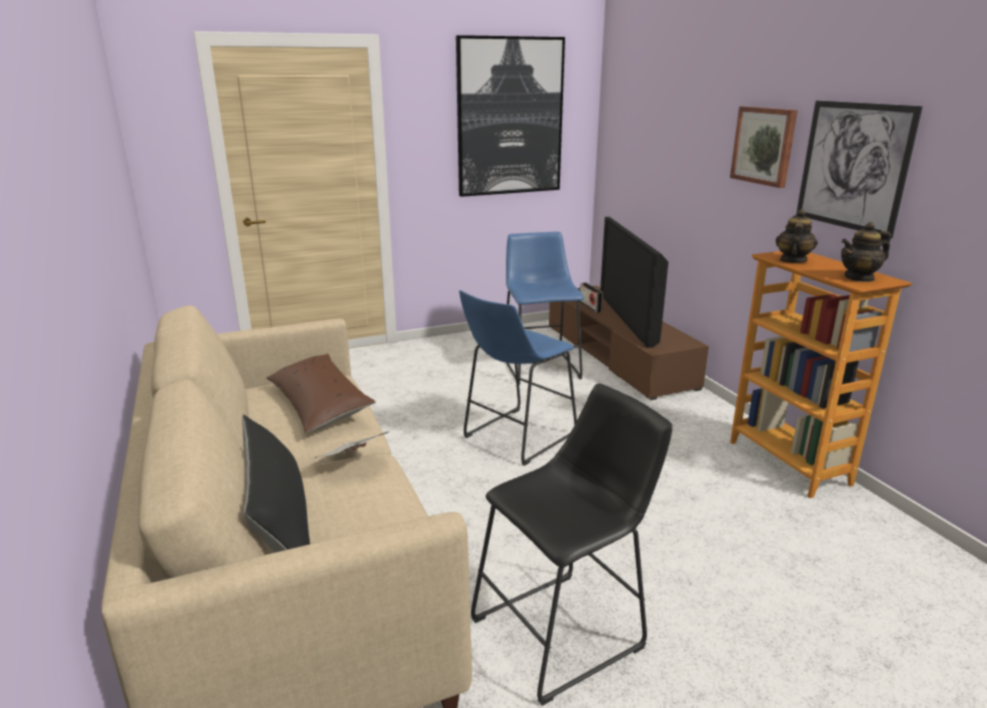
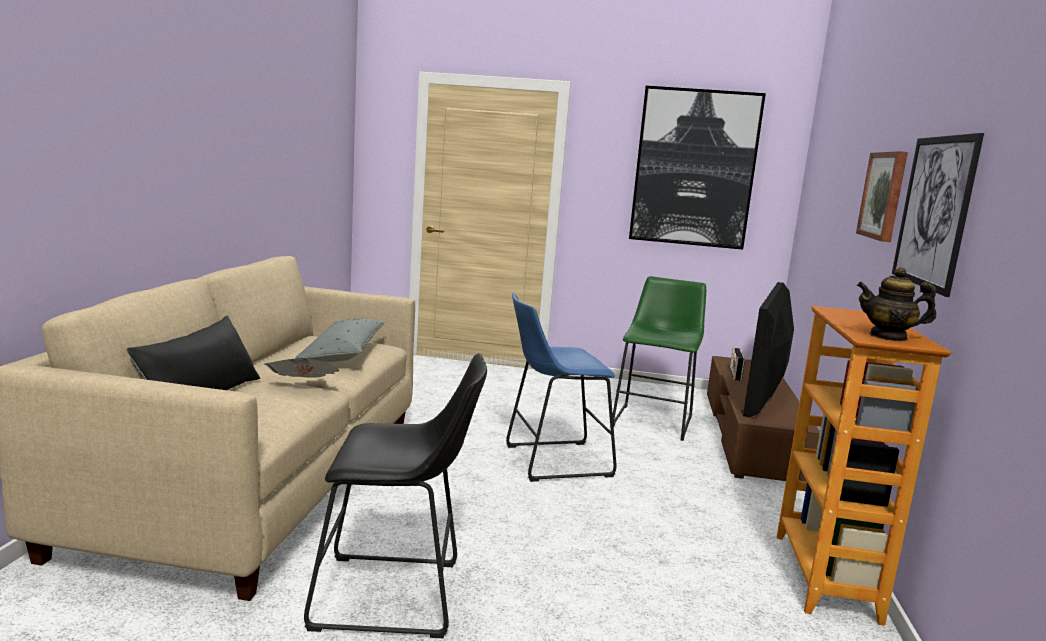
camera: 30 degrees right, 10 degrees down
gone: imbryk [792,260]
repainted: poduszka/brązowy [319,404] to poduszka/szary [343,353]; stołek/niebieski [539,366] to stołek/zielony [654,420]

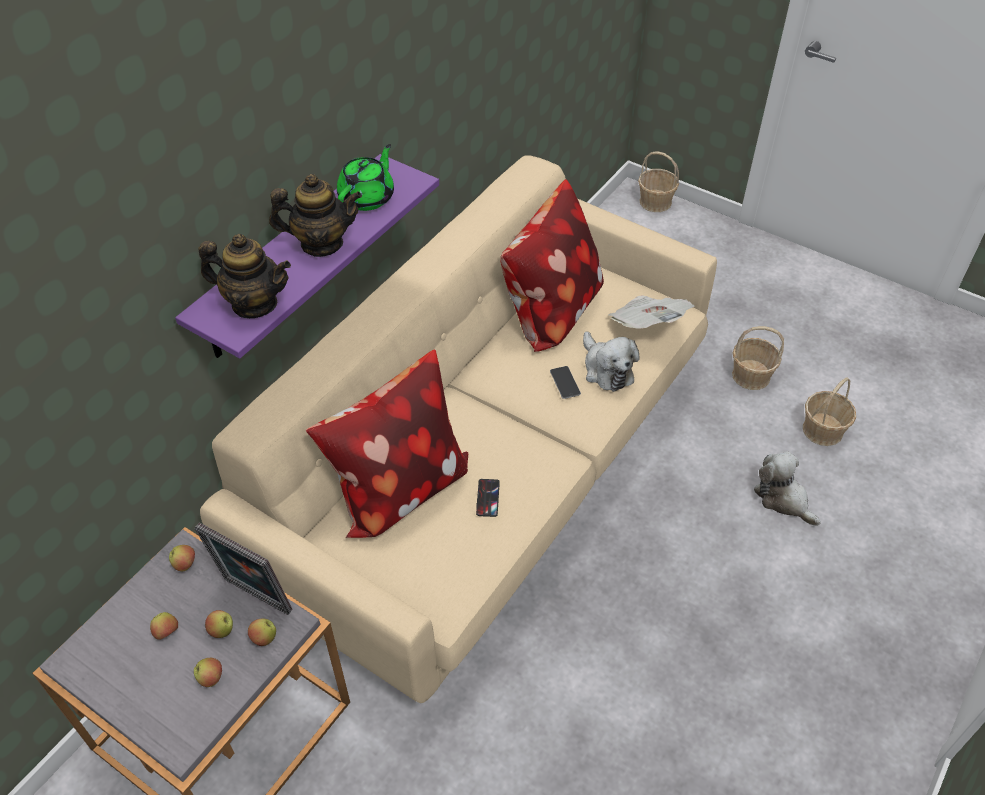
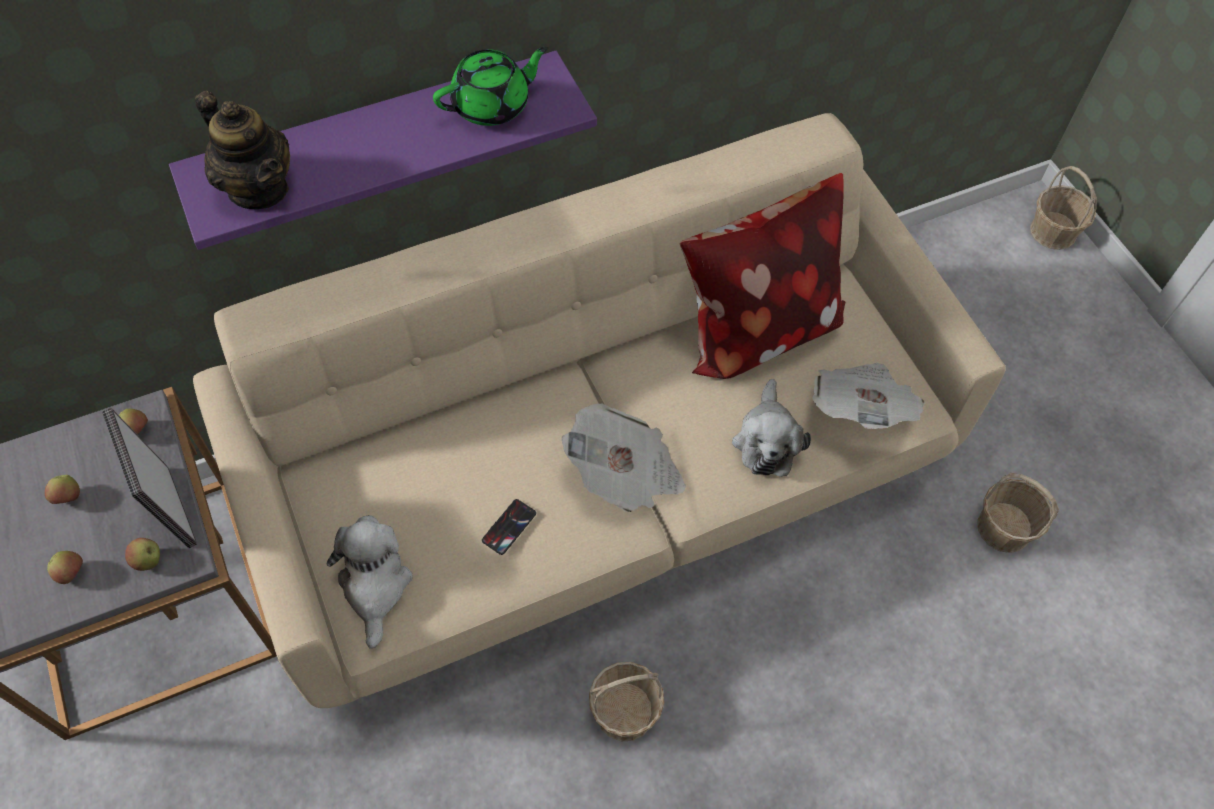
camera: 30 degrees right, 10 degrees up
gone: jabłko [222,630]; imbryk [321,244]; poduszka [398,488]; telefon [565,382]
new: gazeta [625,474]
shifted: pluszak [783,499] to [374,585]; koszyk [823,430] to [625,712]

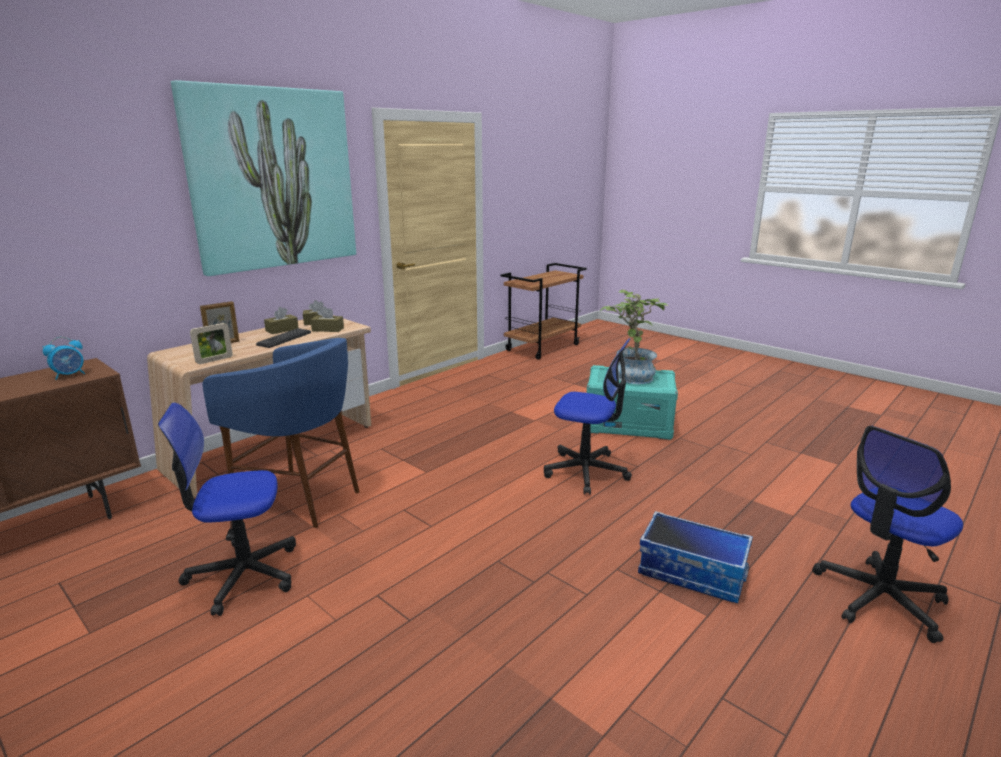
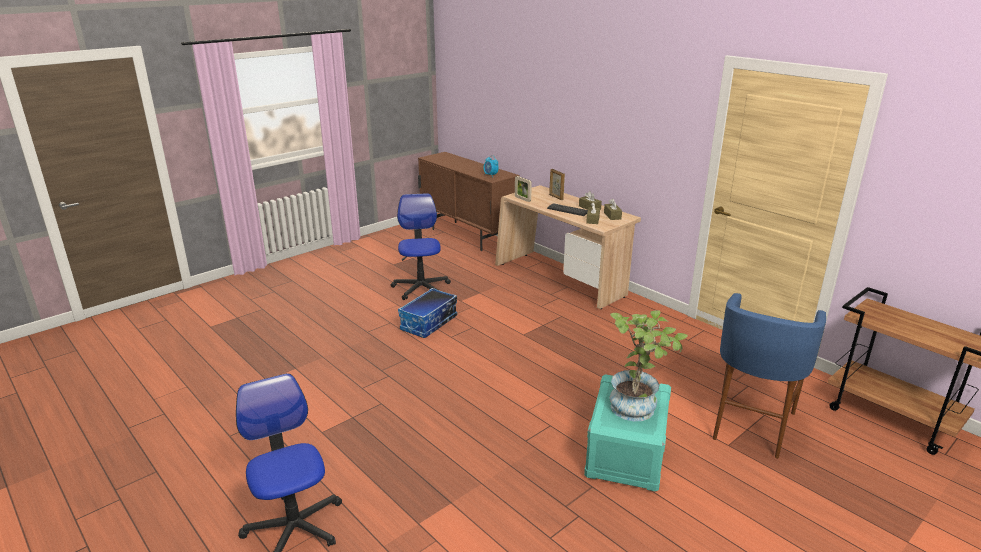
camera: 95 degrees right, 5 degrees up
gone: obraz [272,179]; krzesło biurowe [586,471]
shifted: stołek/niebieski [300,499] to [751,425]; pojemnik do przechowywania [692,573] to [429,323]

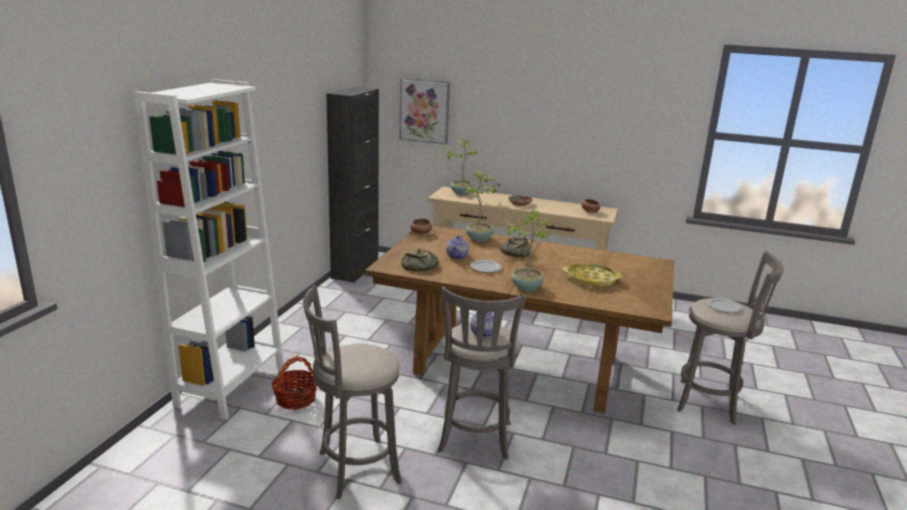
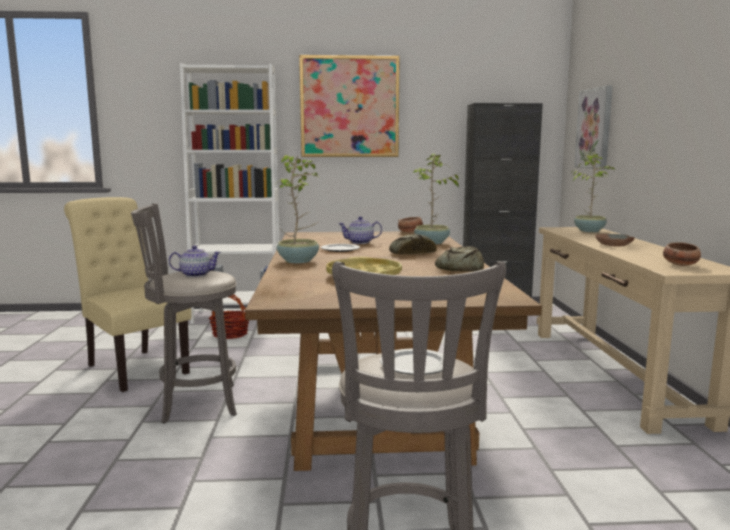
camera: 70 degrees right, 10 degrees down
new: obraz [349,107]
shifted: chleb [419,266] to [459,268]
swapped: stołek/szary [354,469] to krzesło/beżowy [133,367]

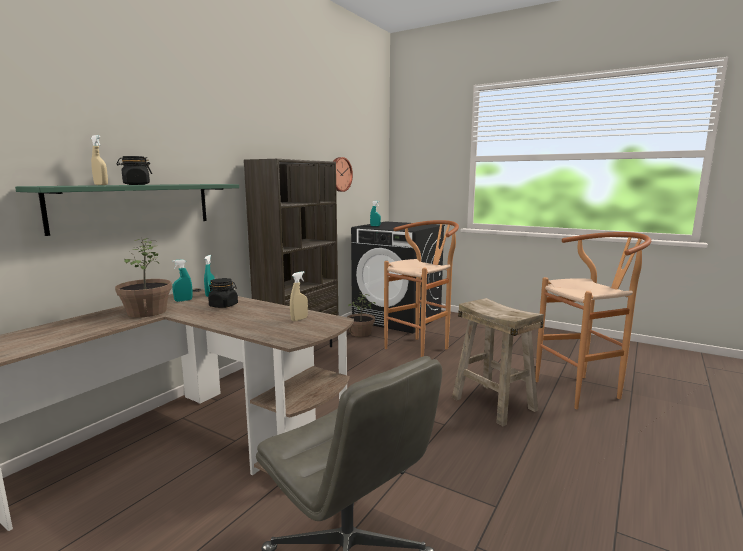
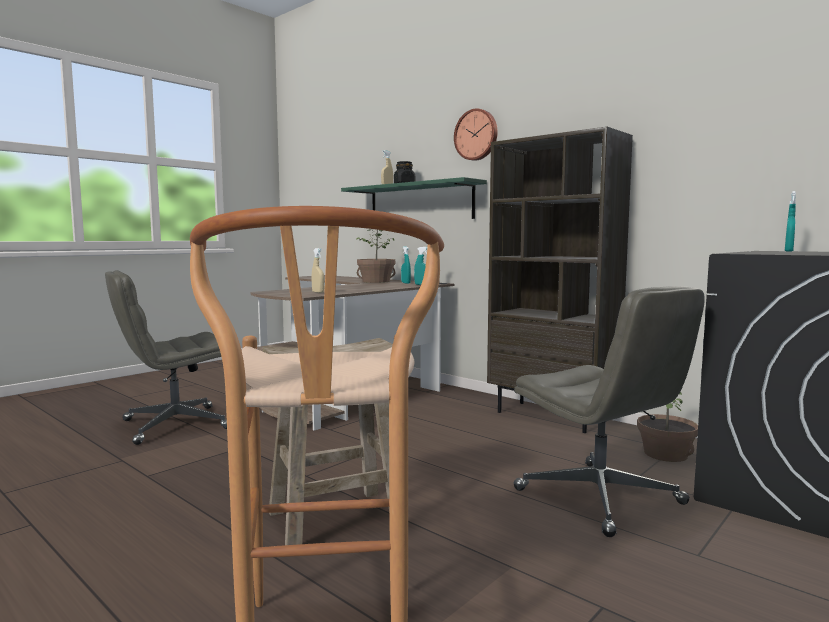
camera: 100 degrees right, 5 degrees down
gone: słoik/czarny [224,305]
shifted: zegar ścienny [339,174] to [476,135]
swapped: stołek/brązowy [421,347] to krzesło biurowe/szary [600,497]

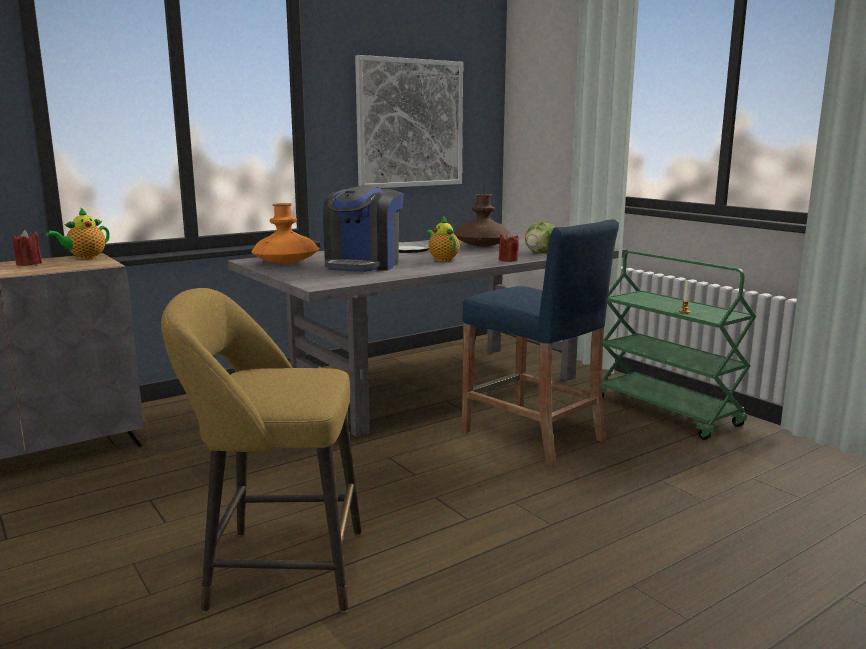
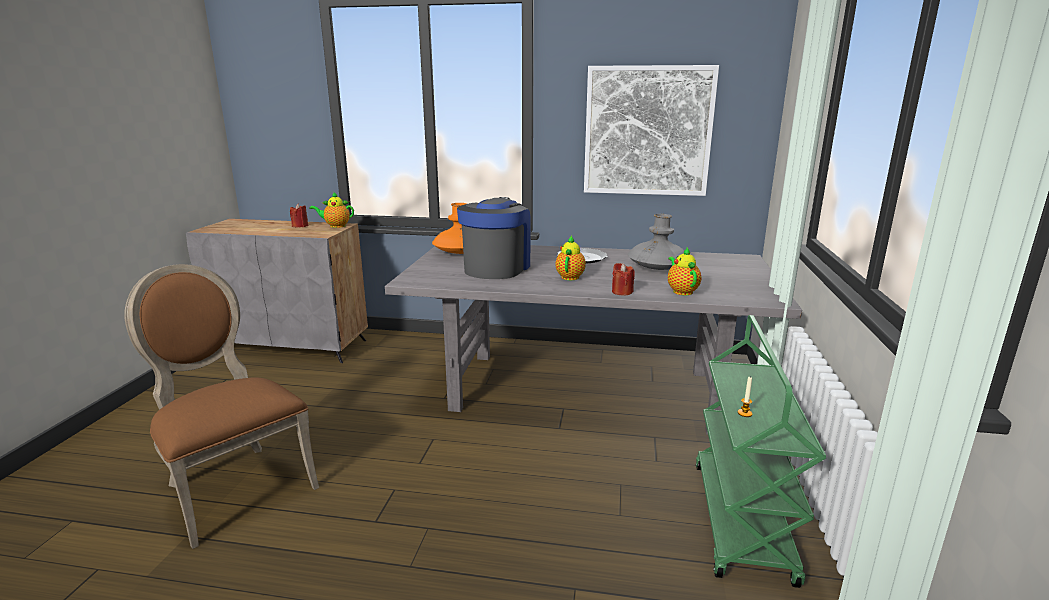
camera: 45 degrees right, 5 degrees up
gone: stołek/niebieski [532,436]
swapped: stołek/żółty [276,569] to krzesło/brązowy [235,486]; sałata [540,253] to imbryk [681,291]
repainted: wazon/brązowy [482,246] to wazon/szary [657,268]
rotated: ekspres do kawy [363,265] = [496,268] 135 degrees clockwise

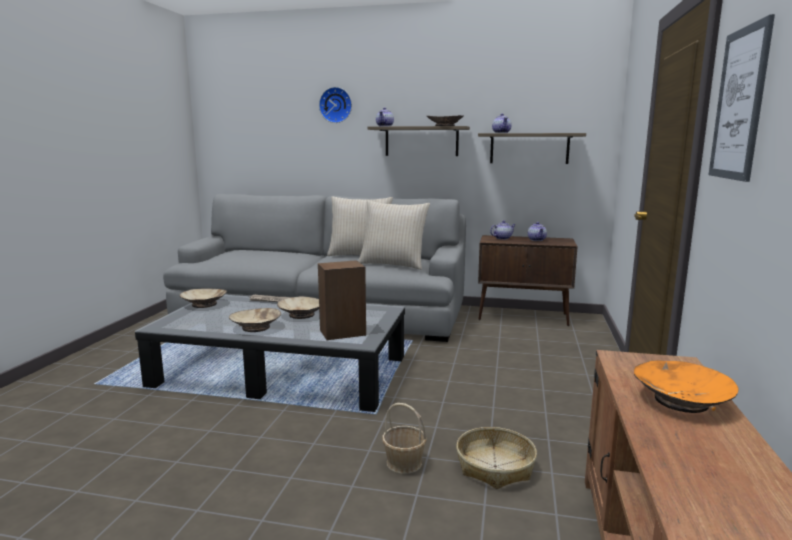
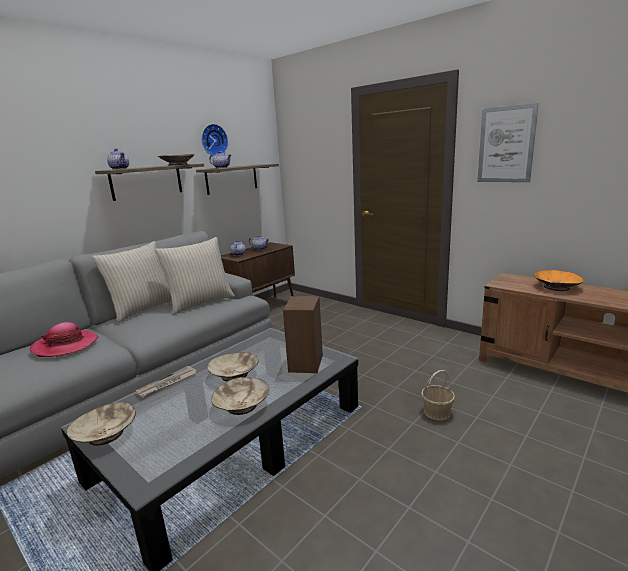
camera: 60 degrees left, 5 degrees up
gone: koszyk [495,467]
new: kapelusz [65,345]
shifted: zegar ścienny [336,105] to [213,140]

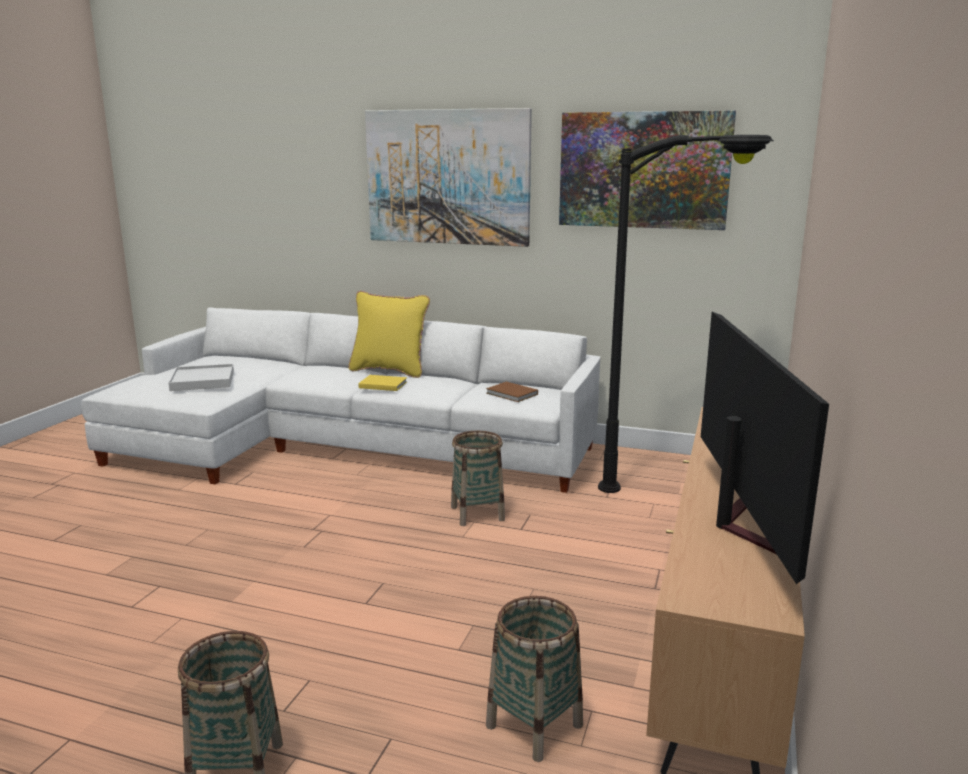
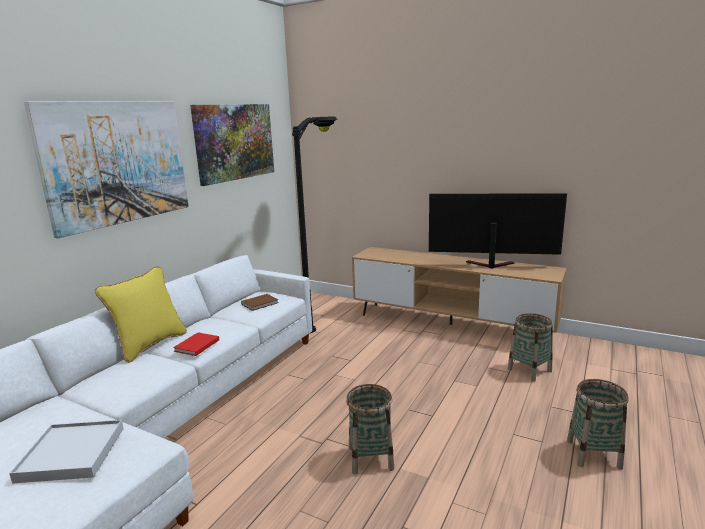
camera: 80 degrees left, 0 degrees up
shifted: koszyk [477,513] to [370,458]
repainted: książka/żółty [382,385] to książka/czerwony [195,346]

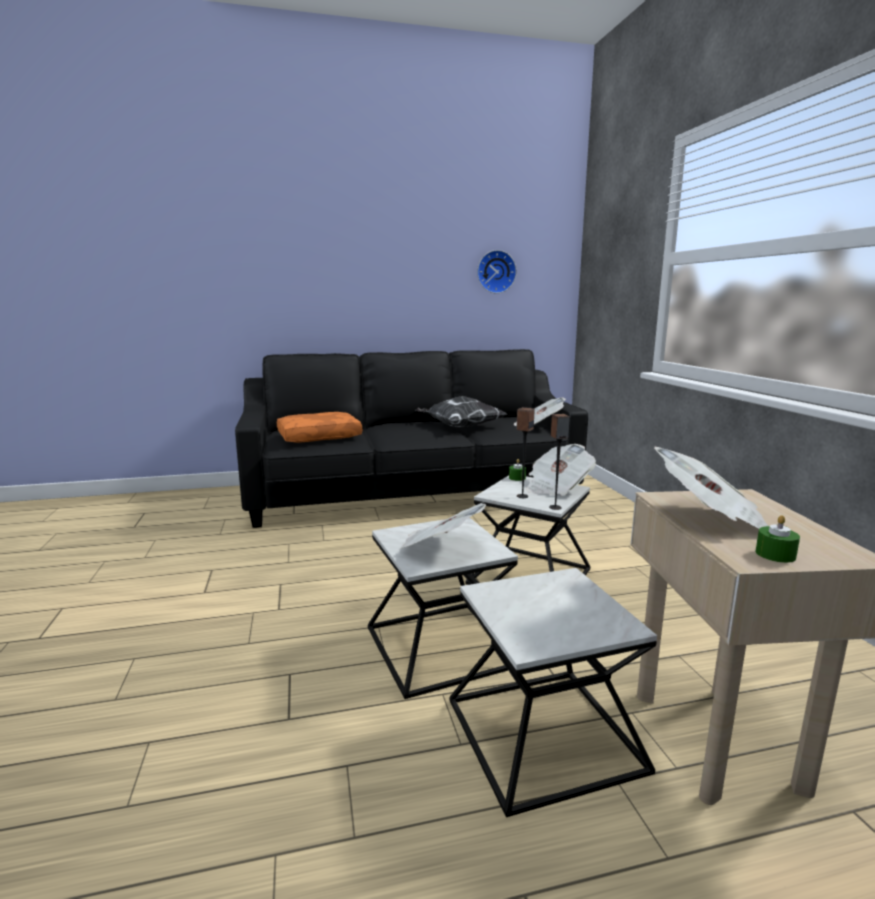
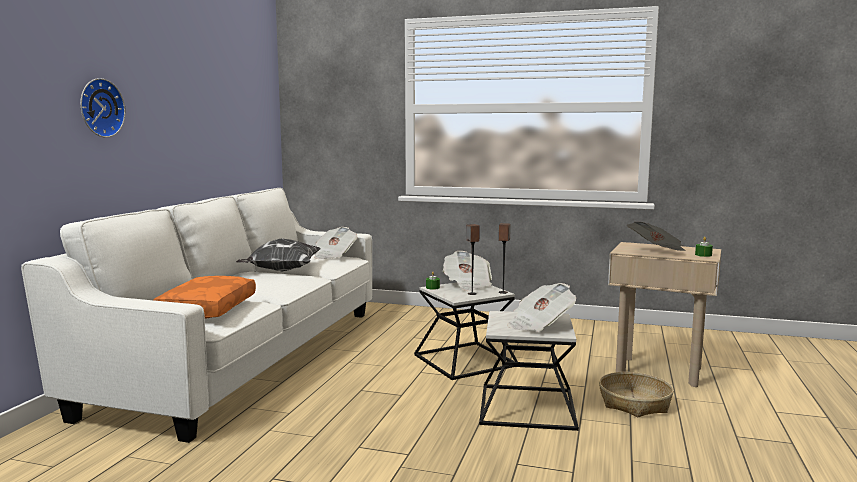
camera: 60 degrees left, 5 degrees down
shifted: zegar ścienny [495,272] to [99,108]
swapped: stolik [543,735] to koszyk [635,403]
repainted: kanapa/czarny [413,494] to kanapa/biały [246,356]

